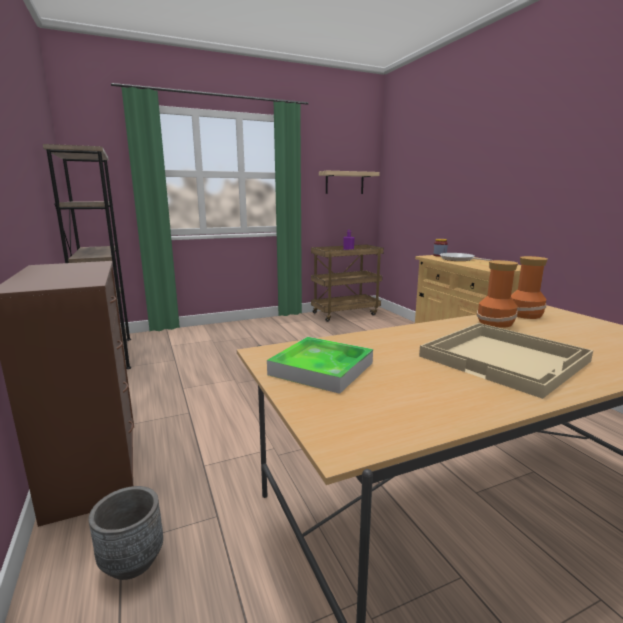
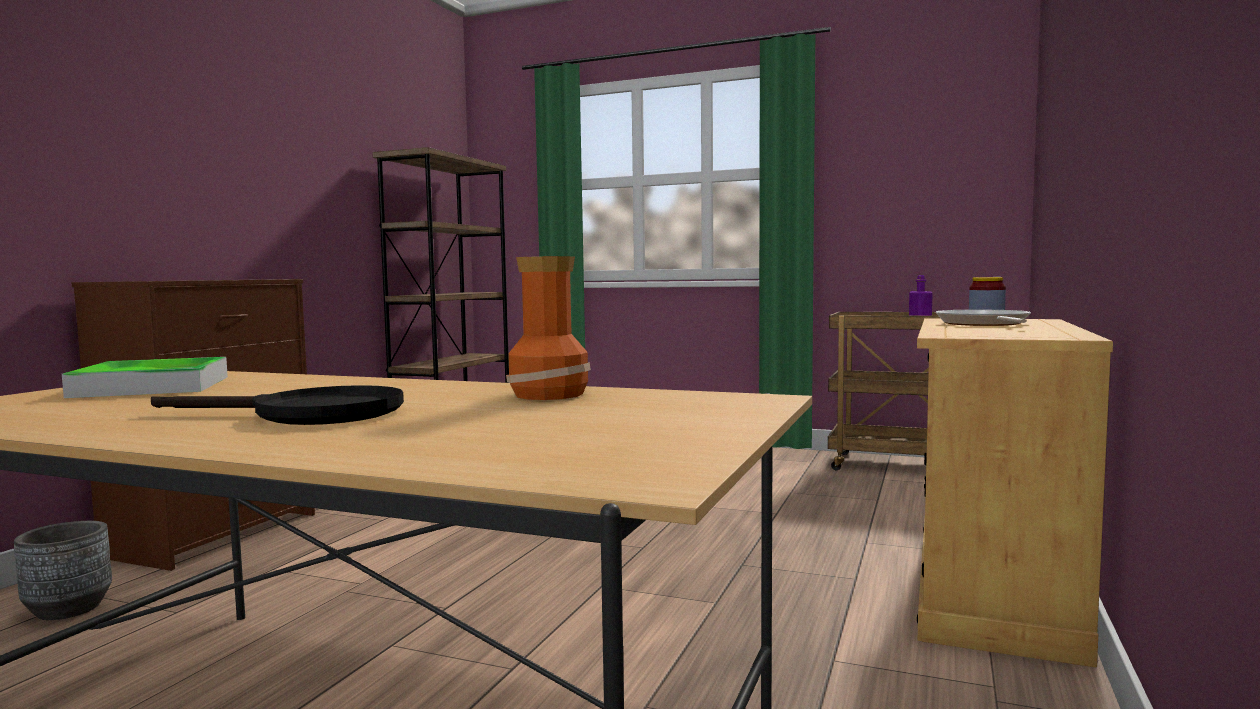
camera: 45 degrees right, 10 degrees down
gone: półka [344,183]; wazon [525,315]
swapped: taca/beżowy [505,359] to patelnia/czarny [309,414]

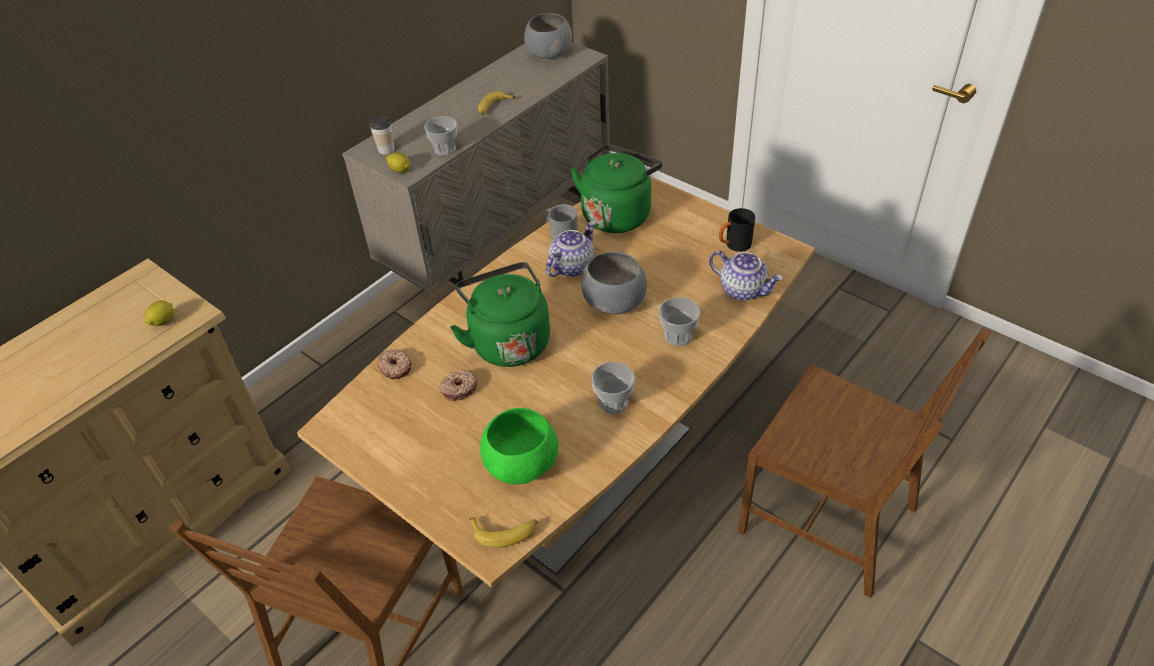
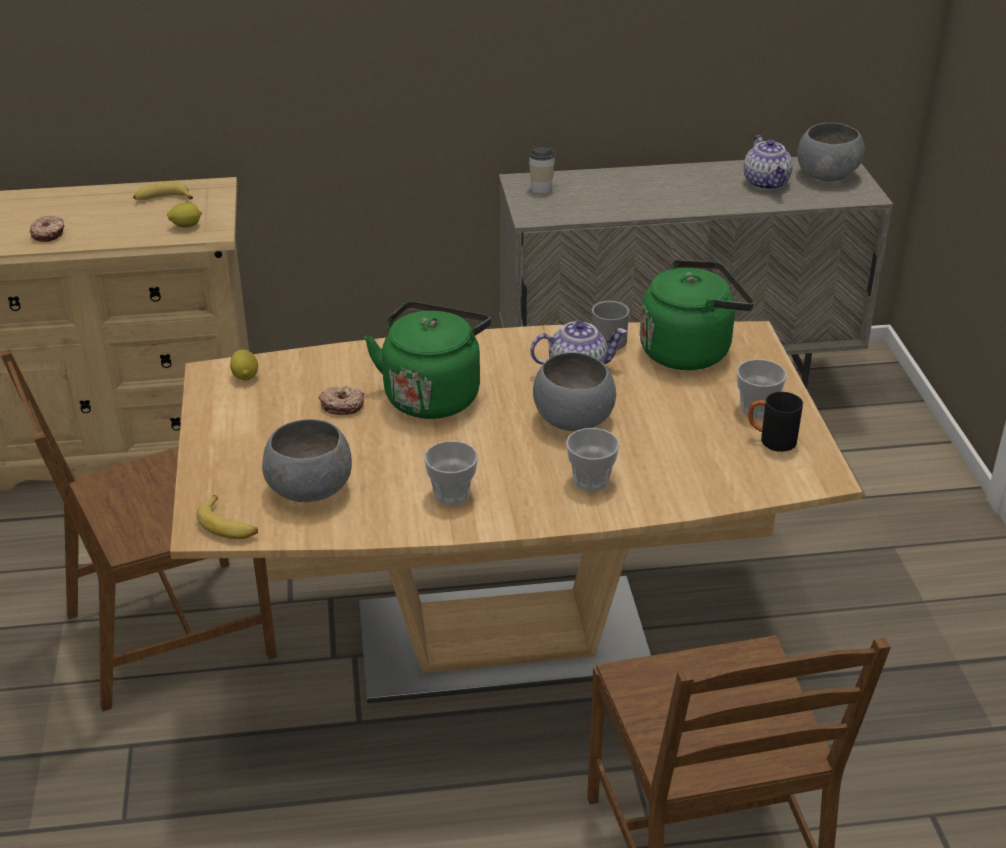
camera: 40 degrees right, 10 degrees down
shifted: donut [395,367] to [49,234]; cytryna [400,170] to [245,376]; filiżanka [444,149] to [757,408]; banan [494,107] to [162,199]; imbryk [743,290] to [767,183]
repainted: miska/zielony [520,464] to miska/szary [309,488]

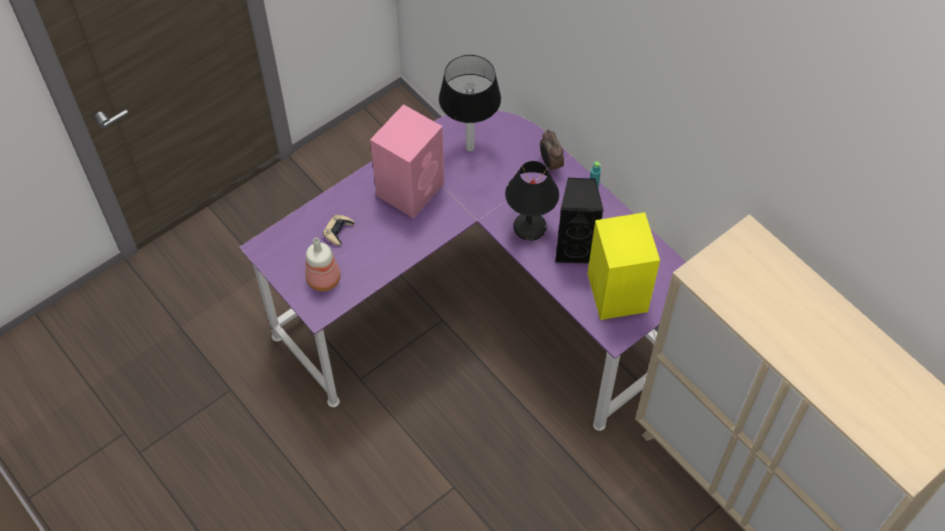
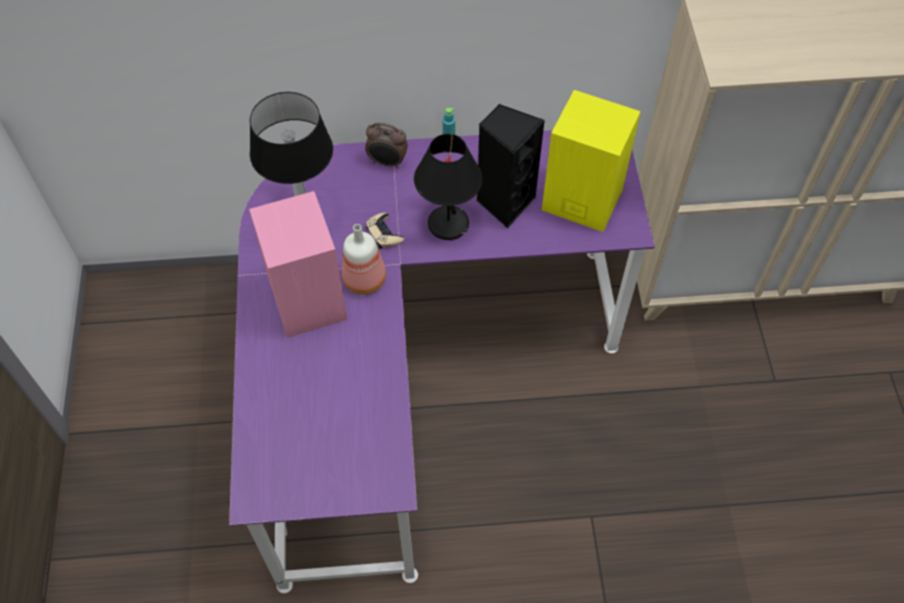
camera: 55 degrees left, 0 degrees up
shifted: butelka [325,279] to [366,279]; pad do gier/beżowy [338,231] to [384,234]

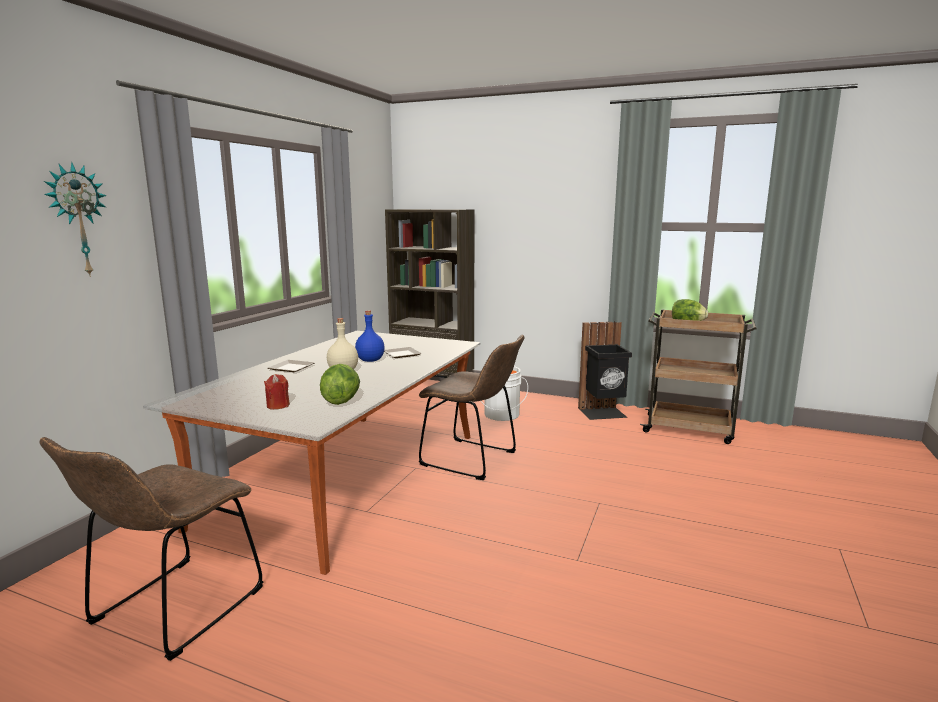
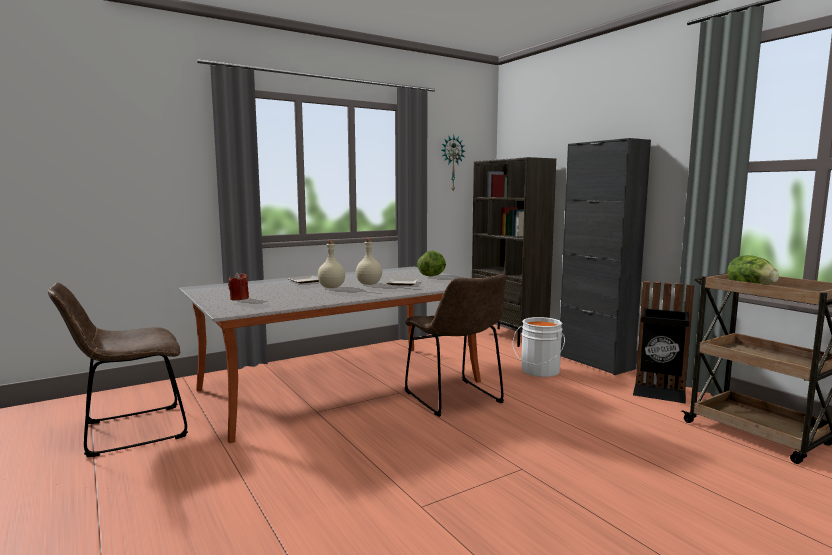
camera: 35 degrees right, 5 degrees down
new: szafka/czarny [595,362]
shifted: zegar ścienny [77,220] to [451,163]; sałata [341,401] to [432,276]
repainted: butelka/niebieski [369,360] to butelka/beżowy [368,284]

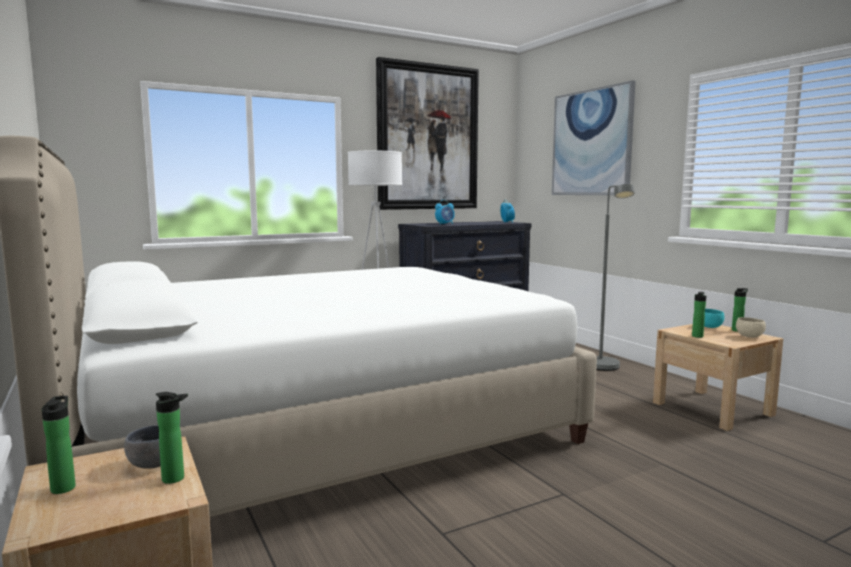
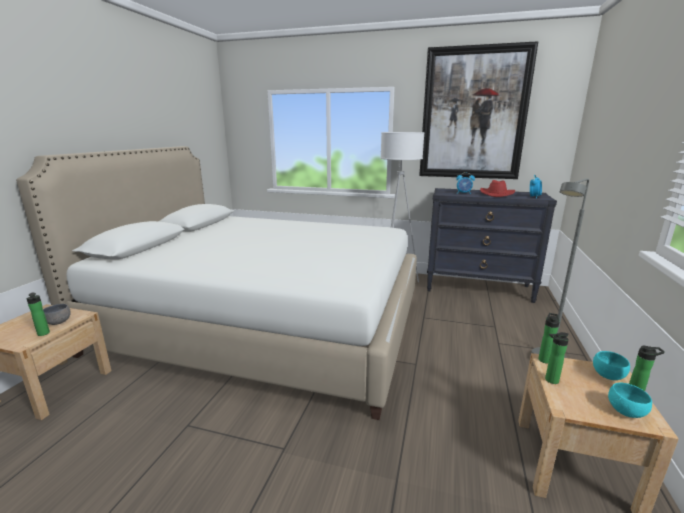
camera: 45 degrees right, 10 degrees up
gone: obraz [591,143]
new: kapelusz/czerwony [496,194]
shifted: butelka [64,487] to [544,359]
repainted: miska/beżowy [750,336] to miska/turkusowy [627,412]

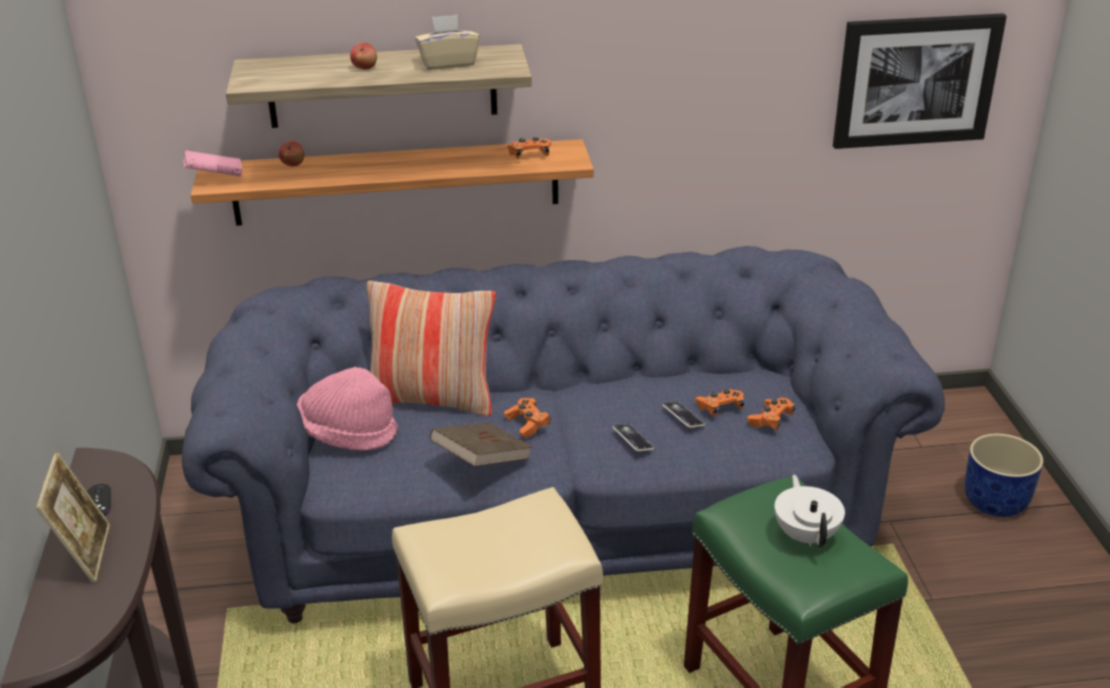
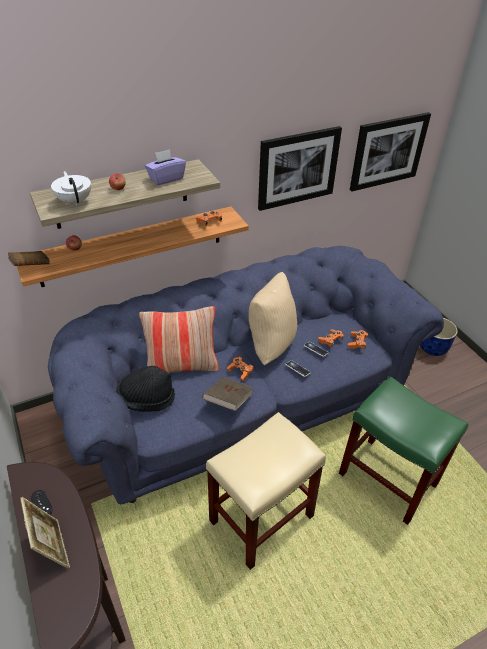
camera: 20 degrees left, 10 degrees up
new: poduszka/beżowy [270,344]; obraz [297,168]
shifted: imbryk/biały [806,535] to [75,201]
repainted: książka/różowy [215,178] to książka/brązowy [31,266]; kapelusz/różowy [348,433] to kapelusz/czarny [146,399]; pudełko chusteczek/beżowy [448,63] to pudełko chusteczek/fioletowy [166,178]

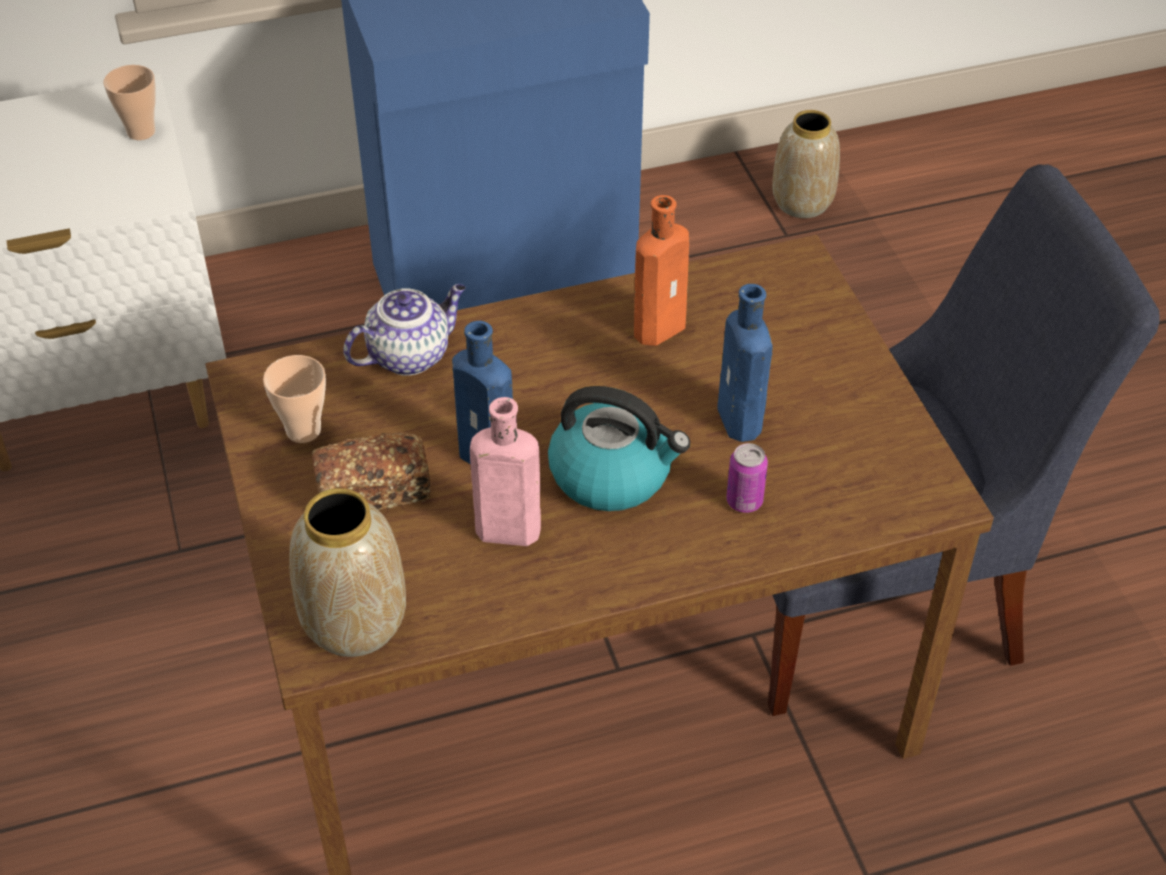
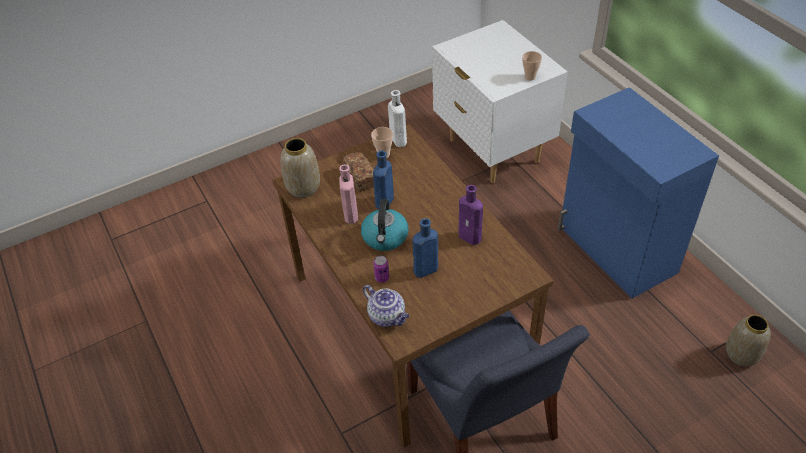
camera: 80 degrees right, 0 degrees up
new: butelka/biały [397,139]
shifted: imbryk [410,354] to [387,316]
repainted: butelka/pomarańczowy [662,326] to butelka/fioletowy [471,238]

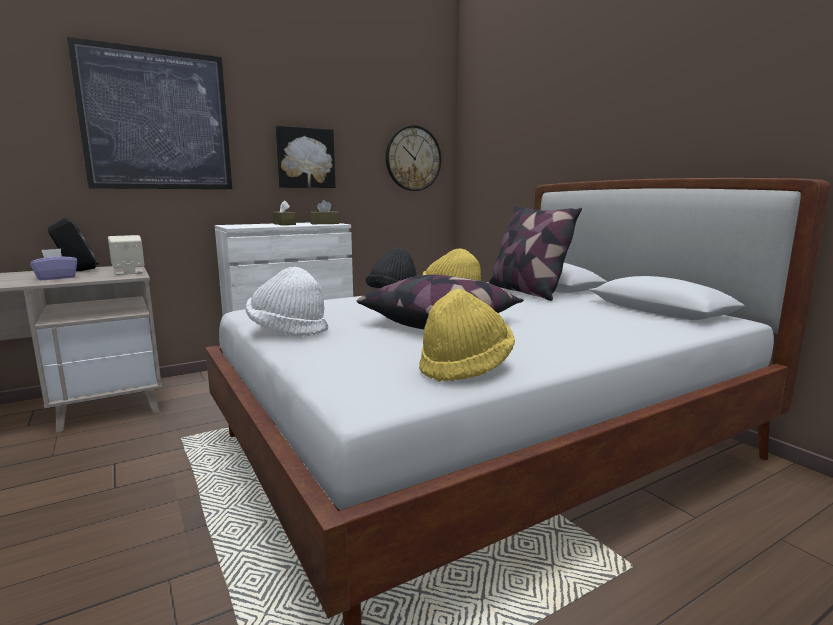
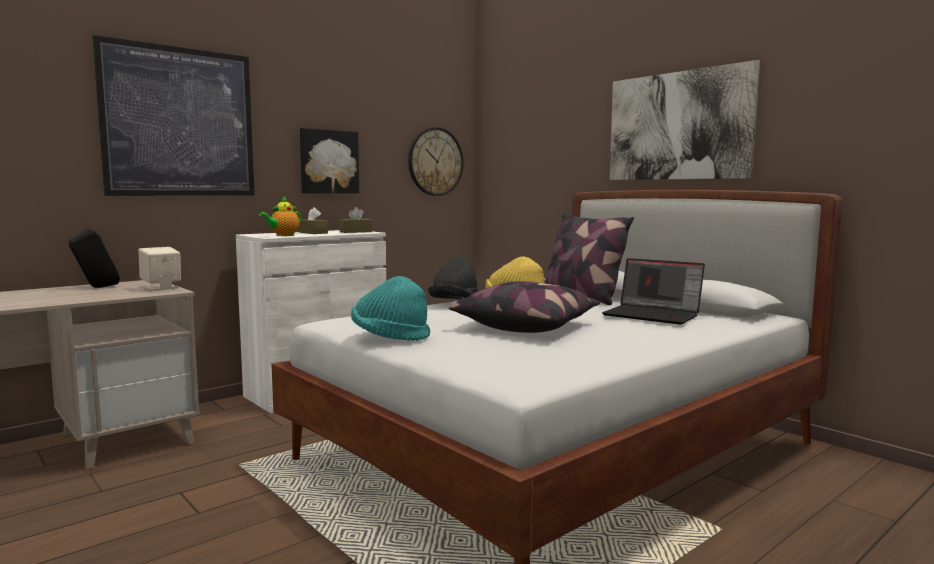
camera: 10 degrees left, 5 degrees down
gone: pudełko chusteczek/fioletowy [56,278]; kapelusz/żółty [465,367]
new: imbryk [283,235]; laptop [653,315]; obraz [678,126]
repainted: kapelusz/biały [288,330] to kapelusz/turkusowy [390,337]

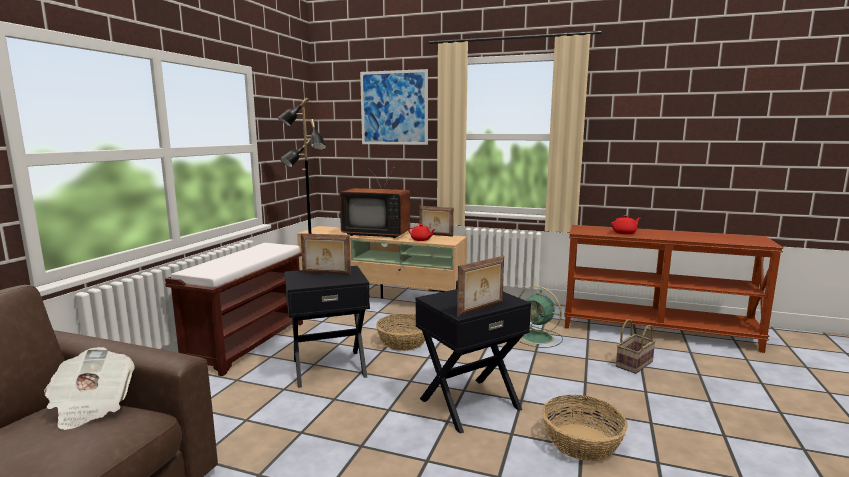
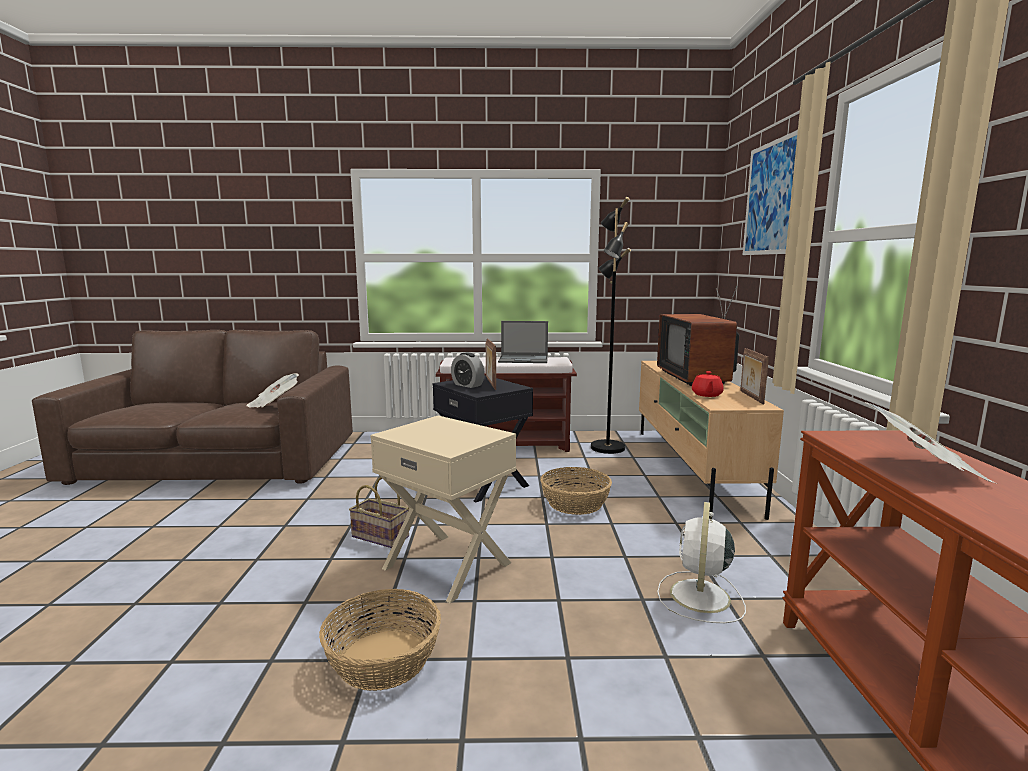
camera: 70 degrees right, 0 degrees up
gone: ramka na zdjęcie [481,309]
new: budzik [467,385]; laptop [524,359]
shifted: koszyk [634,363] to [382,536]
swapped: imbryk/czerwony [625,233] to gazeta [923,469]
repainted: stolik/czarny [469,403] to stolik/beżowy [448,565]; wentylator/zielony [538,338] to wentylator/biały [699,597]

